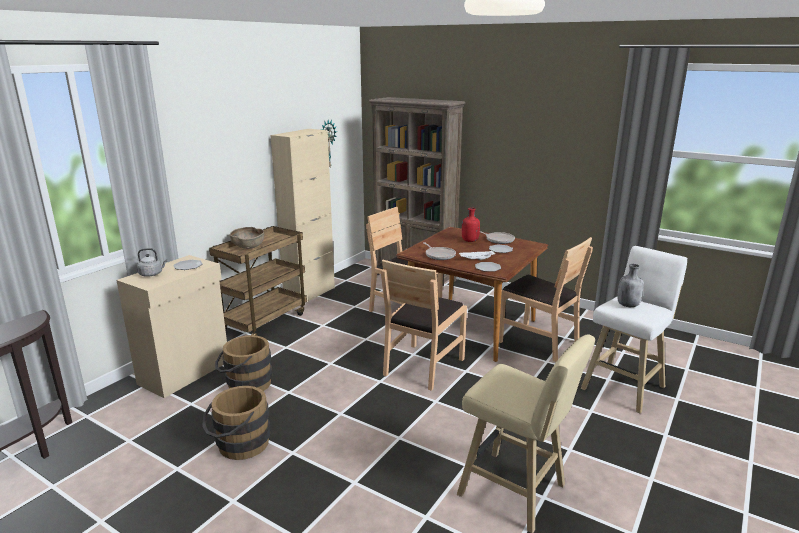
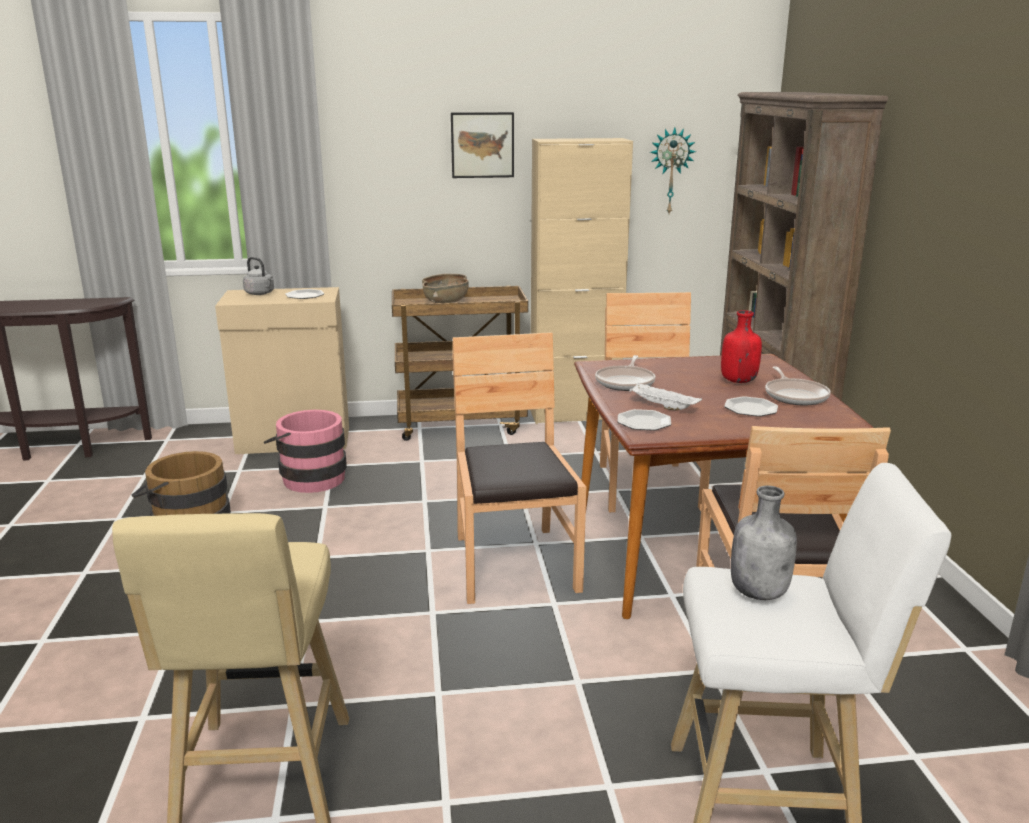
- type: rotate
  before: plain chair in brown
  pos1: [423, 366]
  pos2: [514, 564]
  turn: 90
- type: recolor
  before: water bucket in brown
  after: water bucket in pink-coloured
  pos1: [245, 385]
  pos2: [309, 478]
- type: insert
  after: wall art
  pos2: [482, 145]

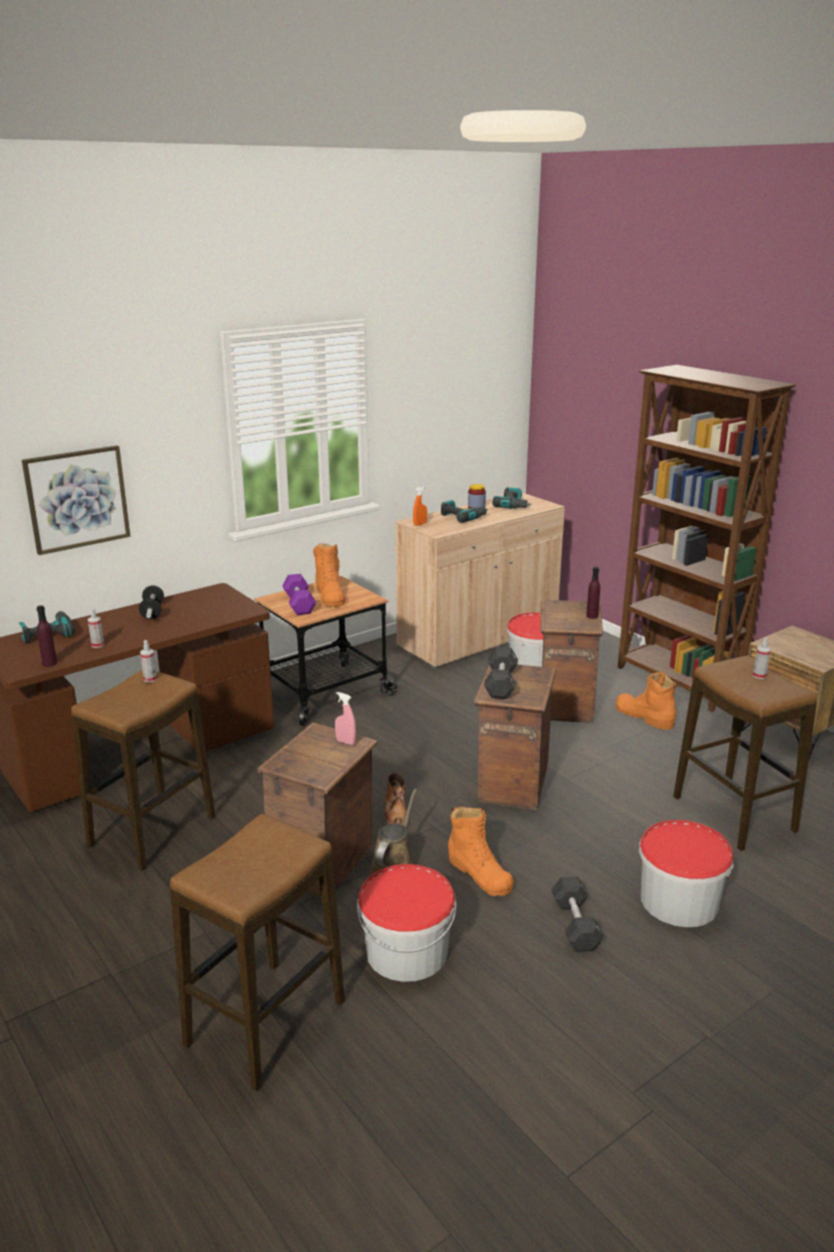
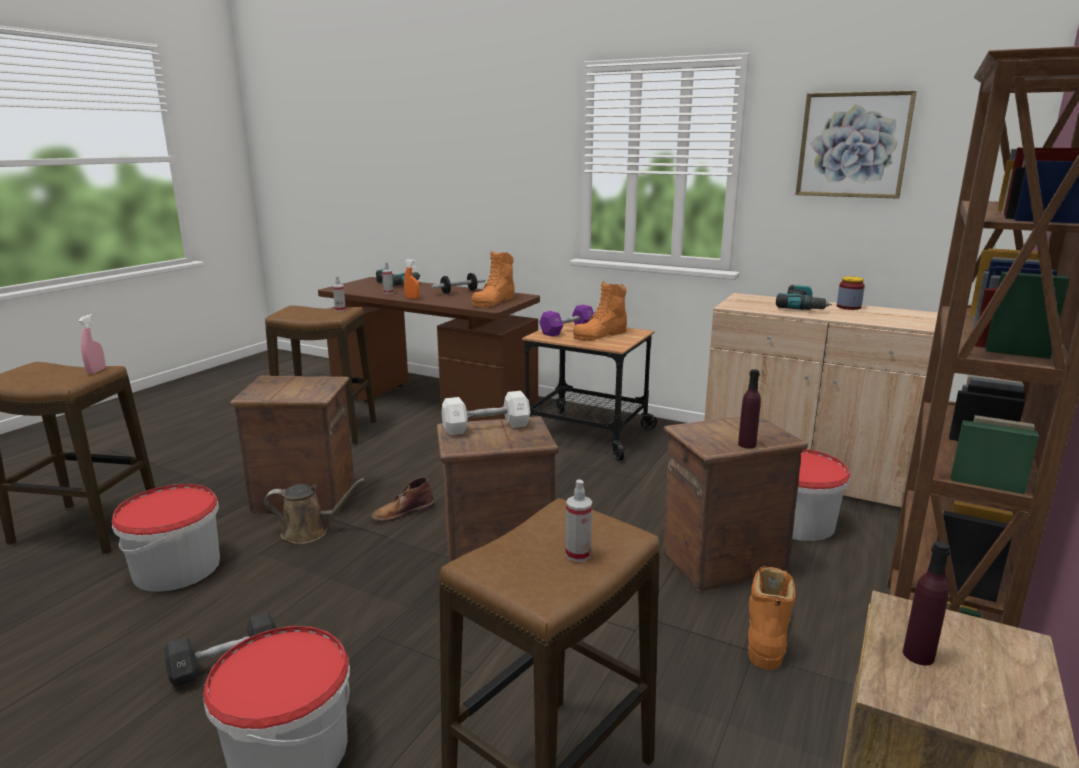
- type: move
  before: wall art
  pos1: [77, 499]
  pos2: [853, 145]
- type: move
  before: hand sprayer in orangey
  pos1: [420, 524]
  pos2: [412, 298]
- type: delete
  before: drill
  pos1: [513, 505]
- type: move
  before: drink bottle in purplish
  pos1: [49, 663]
  pos2: [918, 655]
- type: recolor
  before: free weight in black-coloured
  after: free weight in whitish
  pos1: [501, 683]
  pos2: [486, 427]
- type: move
  before: hand sprayer in pink-coloured
  pos1: [345, 742]
  pos2: [96, 371]
- type: move
  before: tall boot in orangey
  pos1: [479, 874]
  pos2: [494, 301]

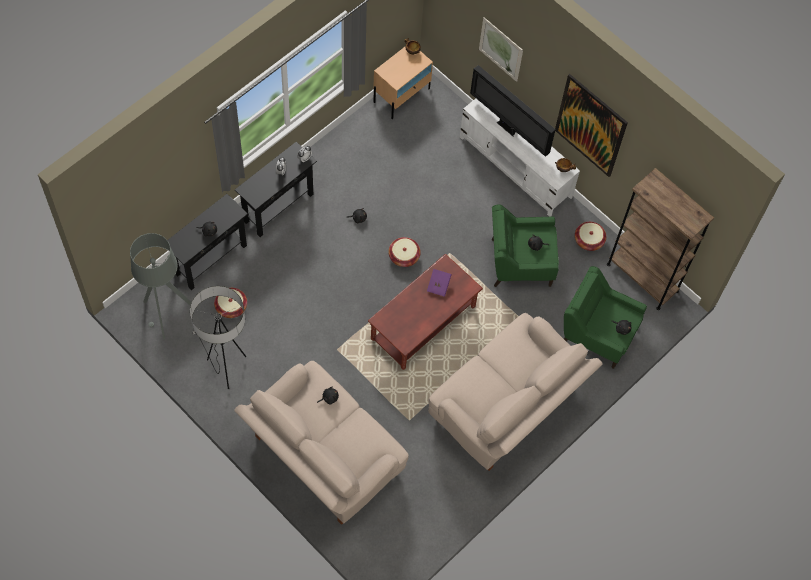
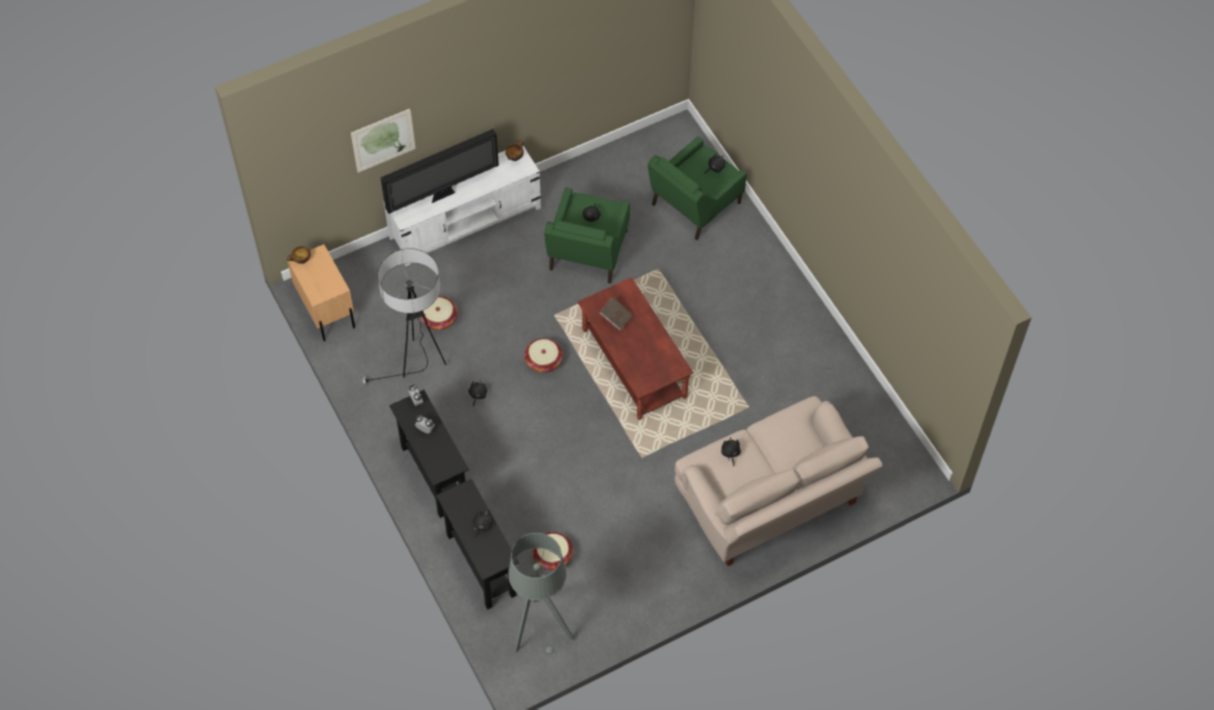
- type: delete
  before: wall art
  pos1: [590, 125]
- type: delete
  before: bookcase in brown
  pos1: [642, 277]
- type: move
  before: household basket
  pos1: [589, 240]
  pos2: [439, 319]
- type: recolor
  before: bound book in purplish
  after: bound book in brown
  pos1: [438, 285]
  pos2: [616, 317]
- type: move
  before: standard lamp
  pos1: [225, 367]
  pos2: [418, 363]
- type: delete
  before: couch in beige
  pos1: [507, 407]

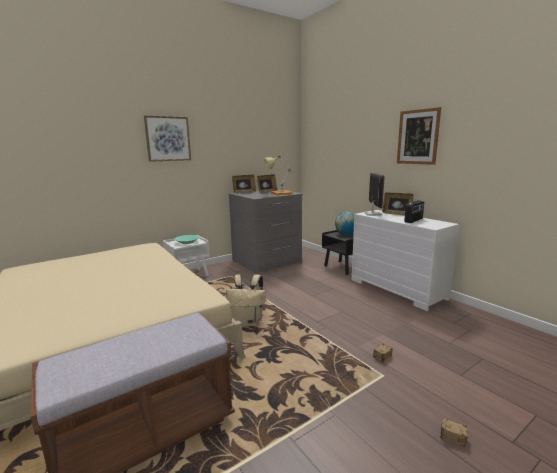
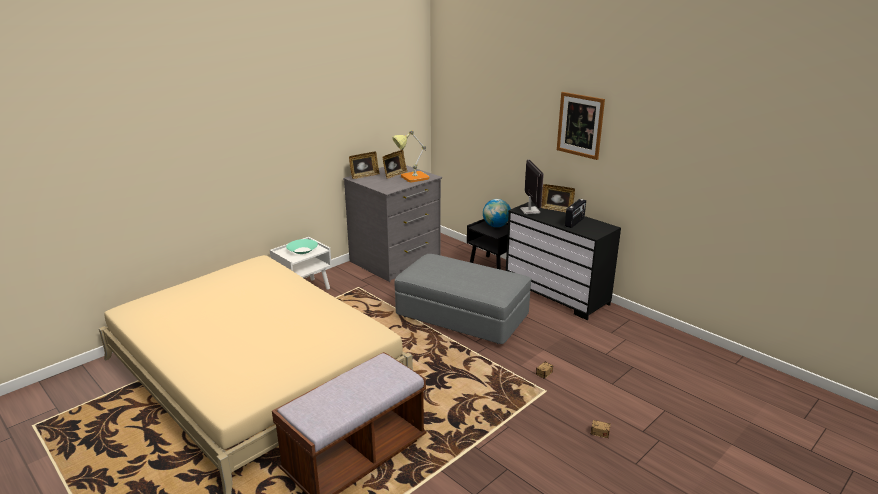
- type: delete
  before: wall art
  pos1: [168, 139]
- type: recolor
  before: chest of drawers in whitish
  after: chest of drawers in black-coloured
  pos1: [397, 289]
  pos2: [556, 294]
- type: delete
  before: knapsack in beige
  pos1: [248, 322]
- type: insert
  after: pouffe in grey
  pos2: [462, 317]

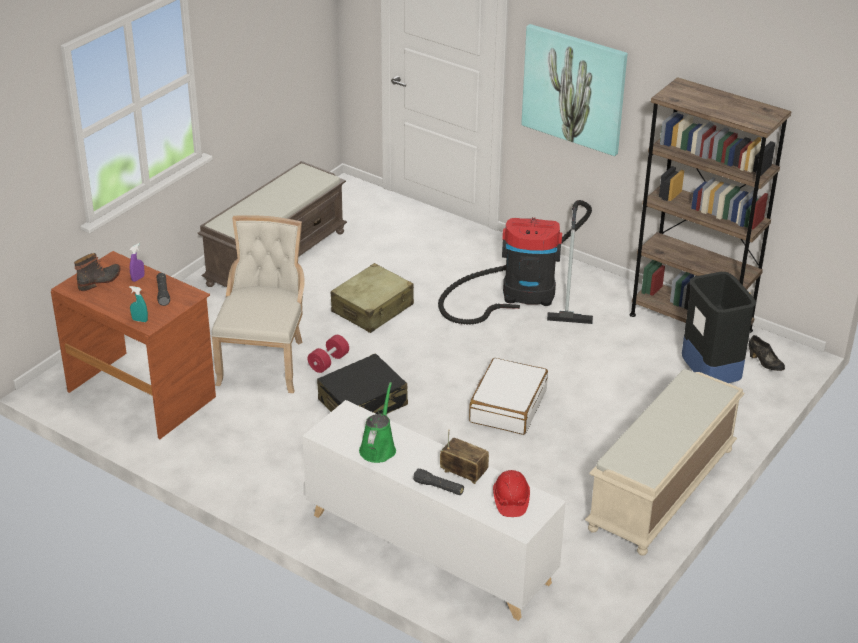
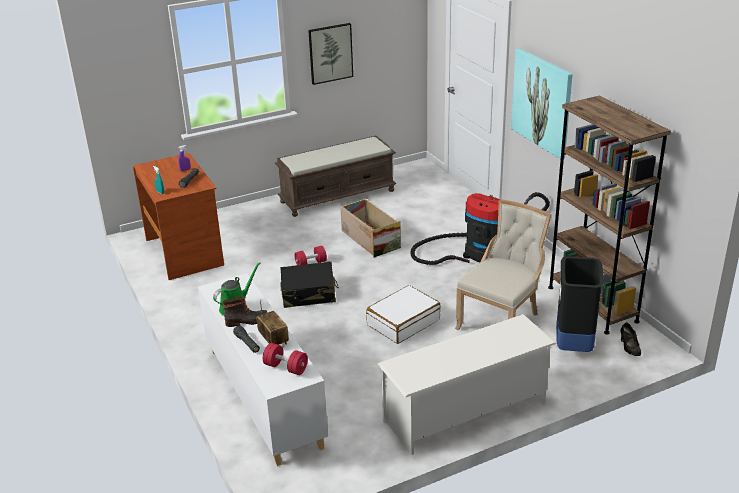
- type: move
  before: plain chair in beige
  pos1: [265, 361]
  pos2: [501, 321]
- type: move
  before: tall boot
  pos1: [100, 280]
  pos2: [246, 321]
- type: replace
  before: suitcase in beige
  after: crate
  pos1: [373, 308]
  pos2: [369, 239]
- type: replace
  before: indoor bench in beige
  after: shoe stand in whitish
  pos1: [662, 490]
  pos2: [465, 412]
- type: replace
  before: safety helmet in reddish
  after: free weight in reddish
  pos1: [510, 501]
  pos2: [286, 367]
- type: insert
  after: wall art
  pos2: [330, 53]

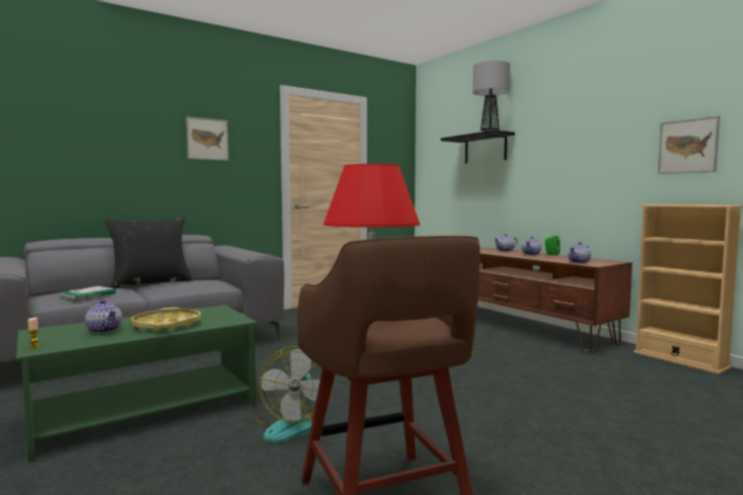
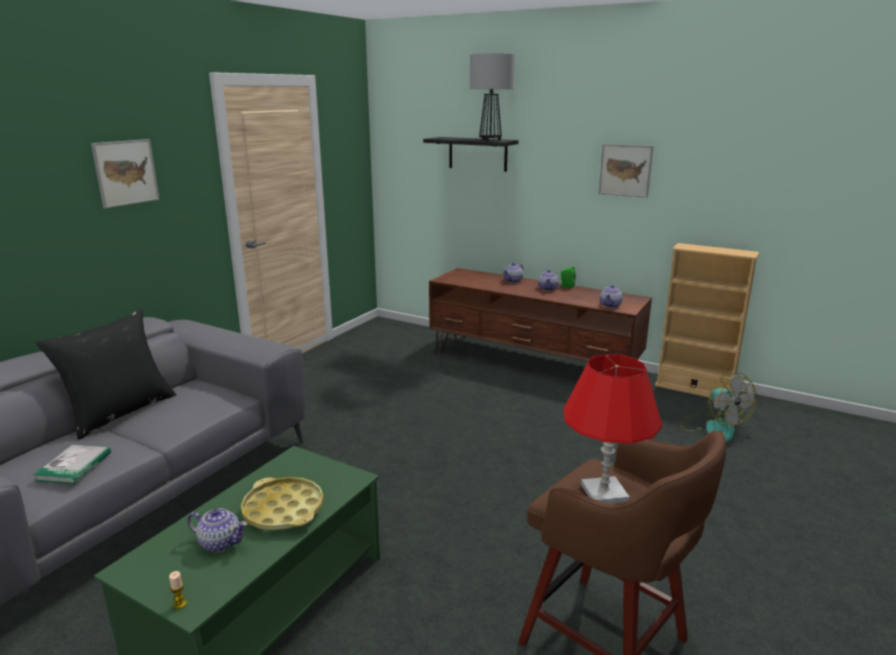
- type: move
  before: wall art
  pos1: [687, 146]
  pos2: [625, 170]
- type: move
  before: electric fan
  pos1: [292, 425]
  pos2: [713, 427]

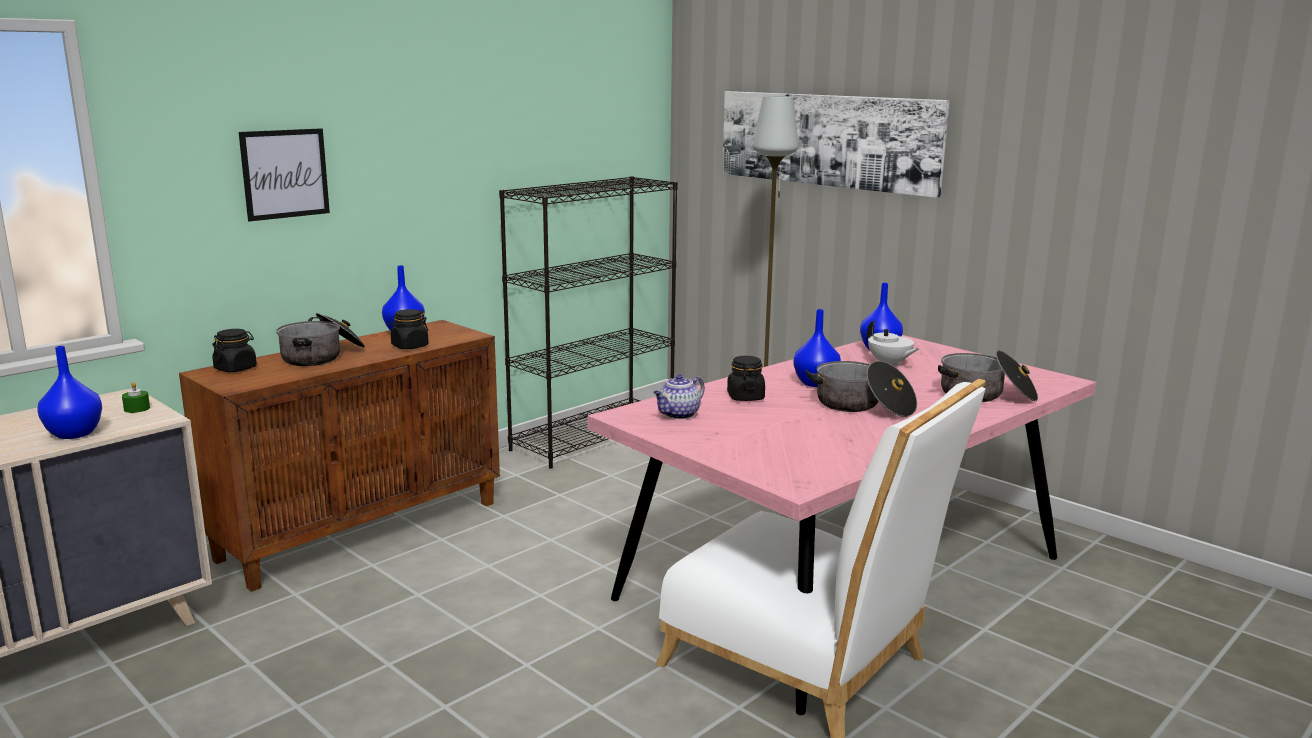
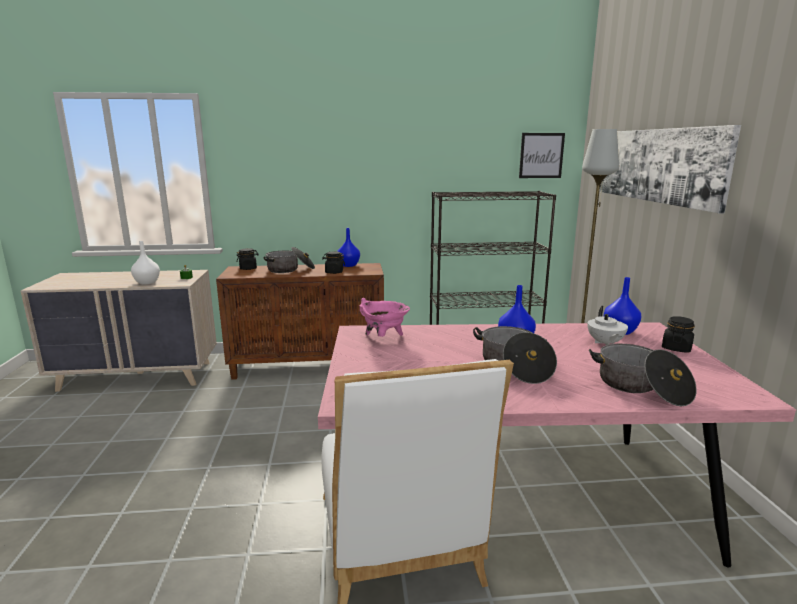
- type: move
  before: wall art
  pos1: [285, 174]
  pos2: [541, 155]
- type: recolor
  before: decorative vase in blue
  after: decorative vase in whitish
  pos1: [74, 433]
  pos2: [147, 282]
- type: move
  before: storage jar in black-coloured
  pos1: [745, 397]
  pos2: [676, 348]
- type: replace
  before: pot for tea
  after: cooking pot in pink-coloured
  pos1: [678, 415]
  pos2: [384, 338]

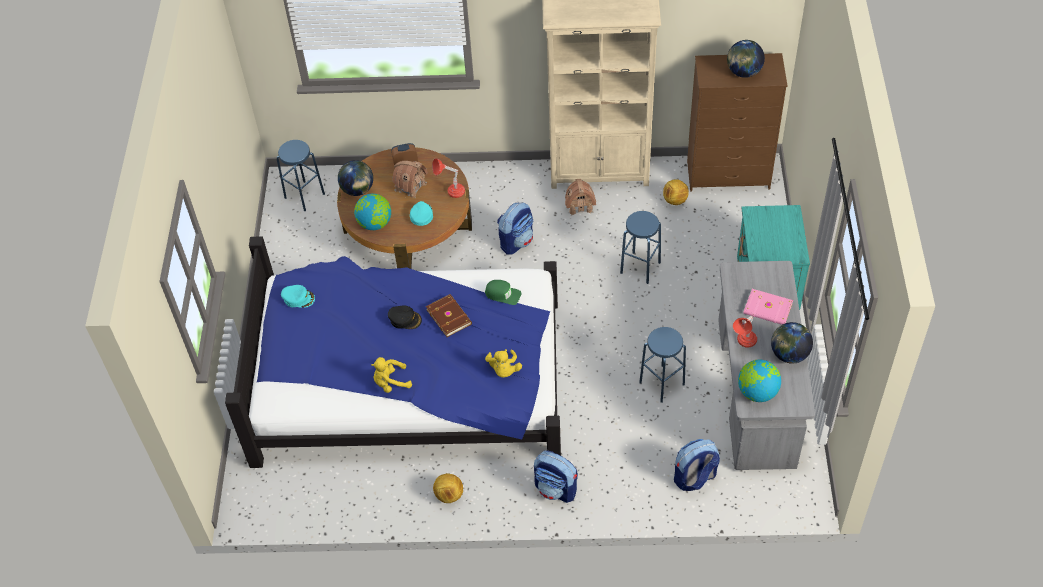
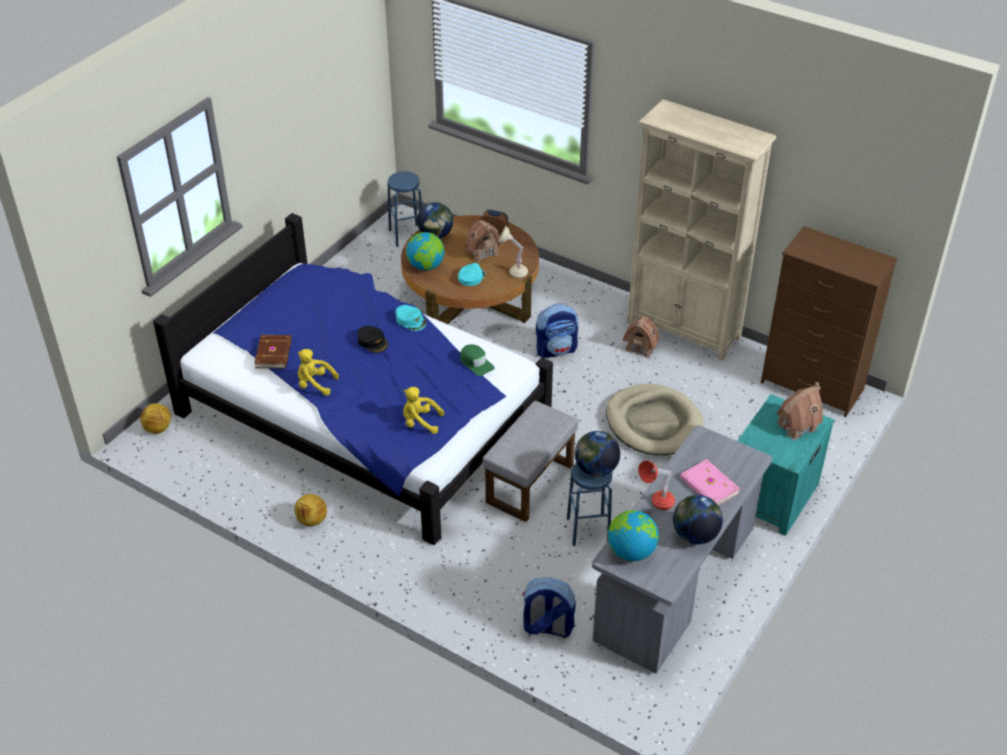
- type: move
  before: desk globe
  pos1: [743, 72]
  pos2: [596, 469]
- type: recolor
  before: tabletop lamp in reddish
  after: tabletop lamp in beige
  pos1: [451, 192]
  pos2: [513, 271]
- type: move
  before: football ball
  pos1: [675, 200]
  pos2: [158, 428]
- type: replace
  before: stool in blue
  after: dog bed in beige
  pos1: [640, 267]
  pos2: [654, 423]
- type: move
  before: baseball cap in turquoise
  pos1: [298, 298]
  pos2: [411, 320]
- type: move
  before: bound book in brown
  pos1: [449, 316]
  pos2: [274, 353]
- type: rotate
  before: plush toy in yellowish
  pos1: [504, 370]
  pos2: [420, 422]
  turn: 75
- type: delete
  before: knapsack
  pos1: [556, 489]
- type: insert
  after: model house
  pos2: [796, 426]
- type: insert
  after: pouffe in grey
  pos2: [530, 482]

